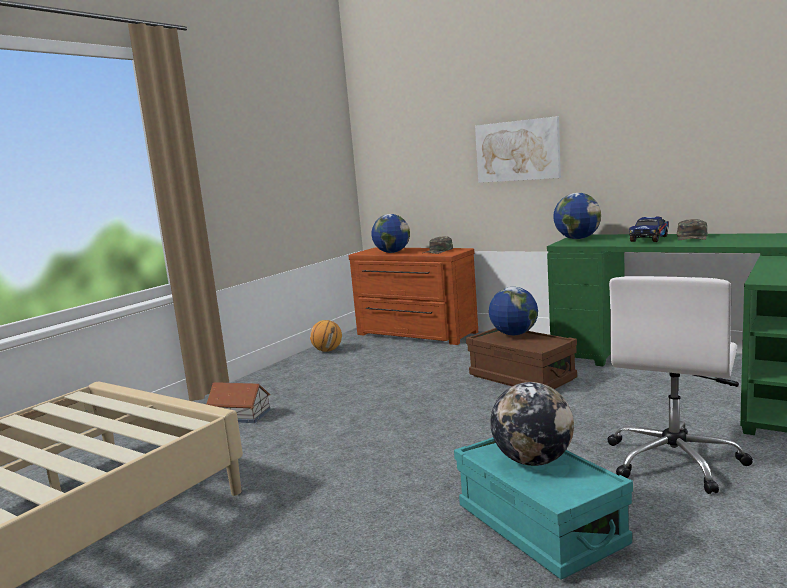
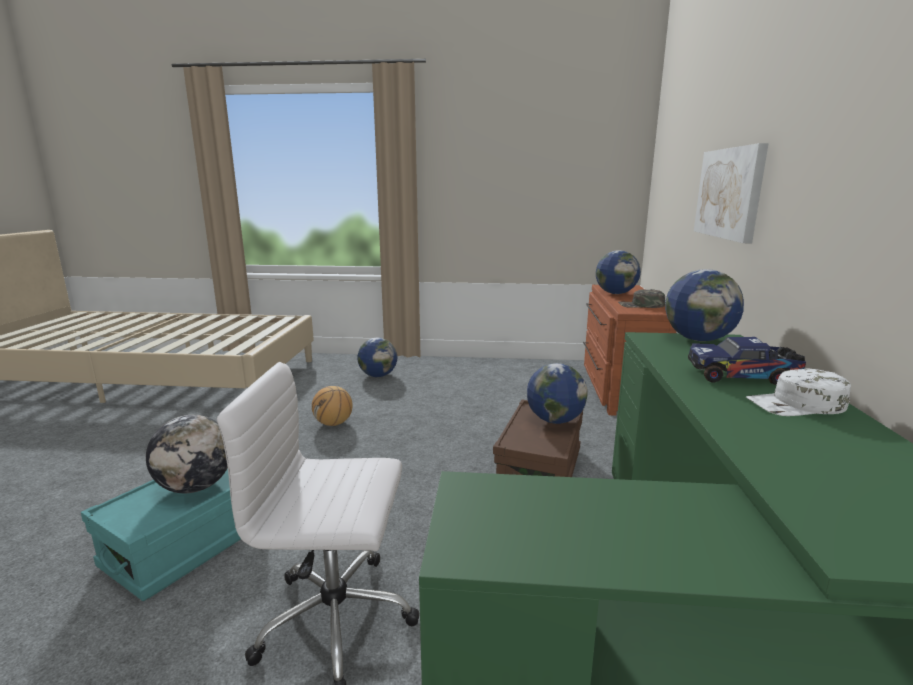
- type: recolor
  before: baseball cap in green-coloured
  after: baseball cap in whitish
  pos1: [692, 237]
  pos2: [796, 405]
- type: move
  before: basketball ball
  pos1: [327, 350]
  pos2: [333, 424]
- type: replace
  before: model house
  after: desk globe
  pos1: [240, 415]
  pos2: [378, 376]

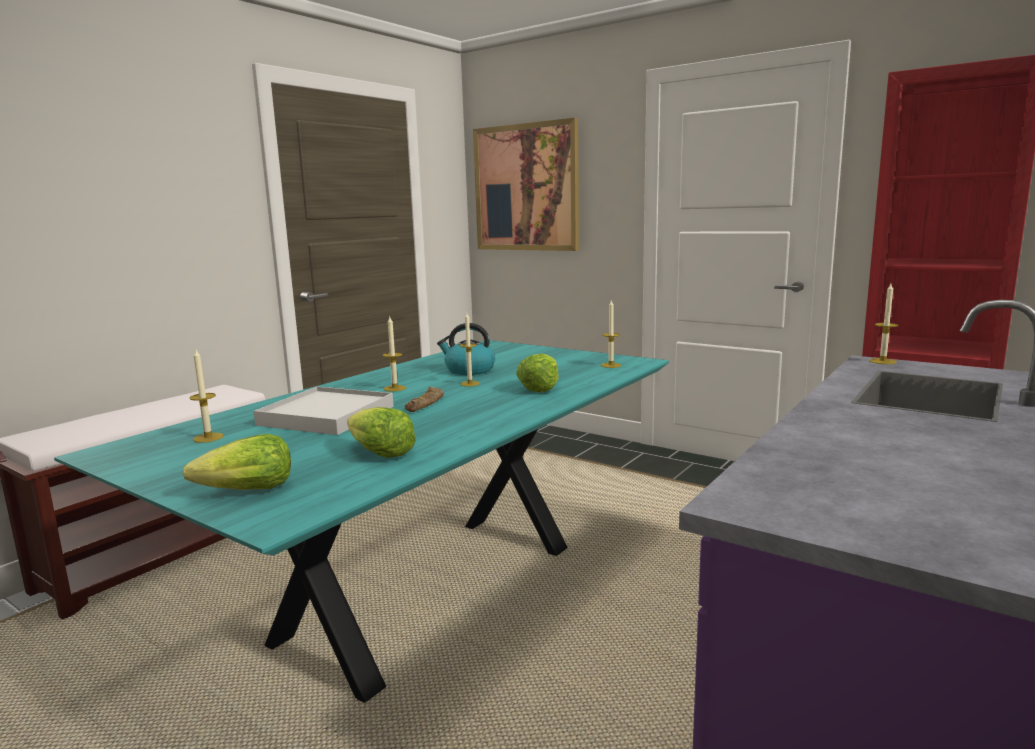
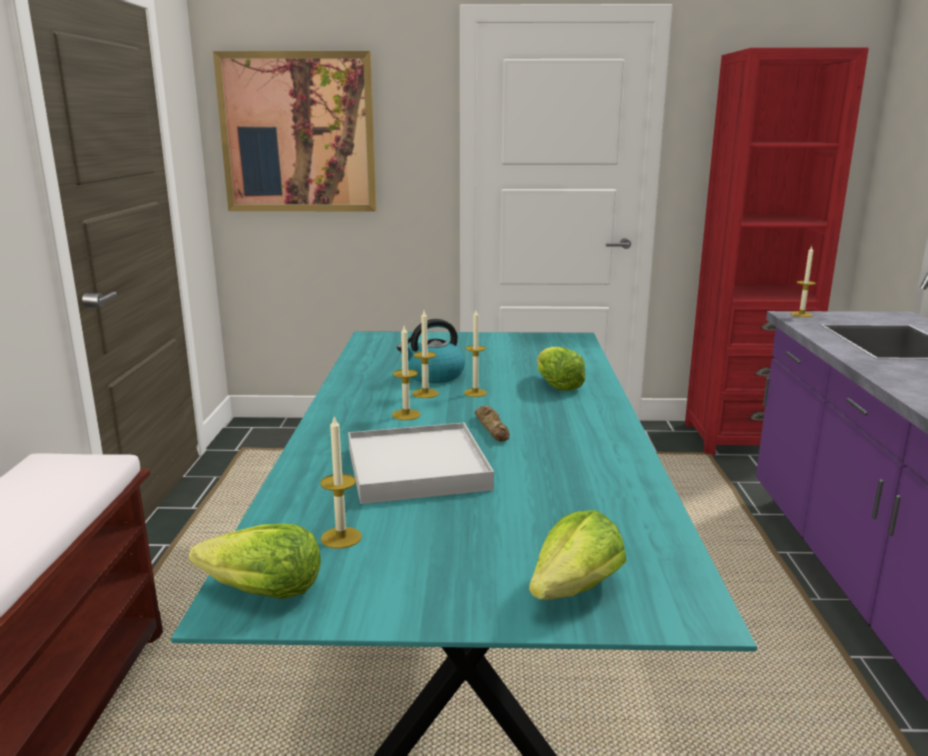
- type: move
  before: candle
  pos1: [611, 365]
  pos2: [425, 393]
- type: move
  before: head of lettuce
  pos1: [379, 453]
  pos2: [262, 592]

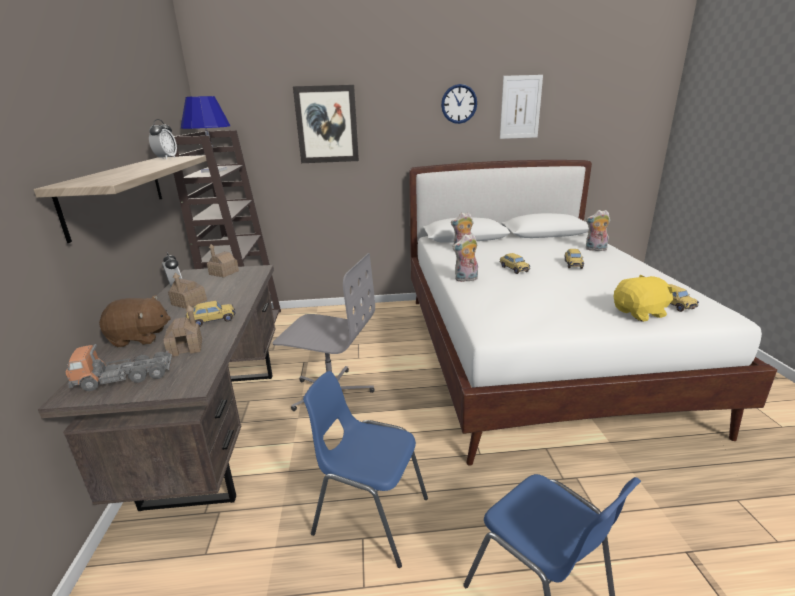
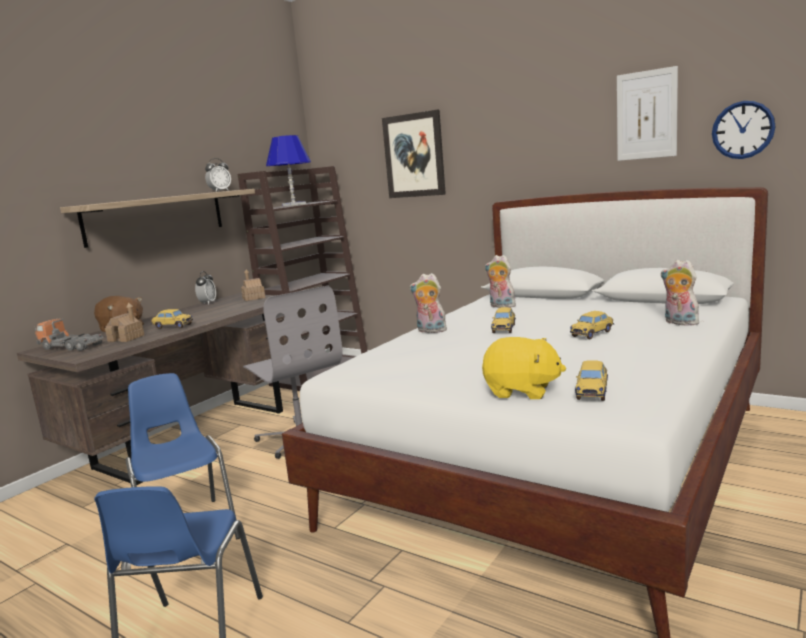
- type: move
  before: hanging clock
  pos1: [459, 104]
  pos2: [743, 130]
- type: delete
  before: model house
  pos1: [189, 302]

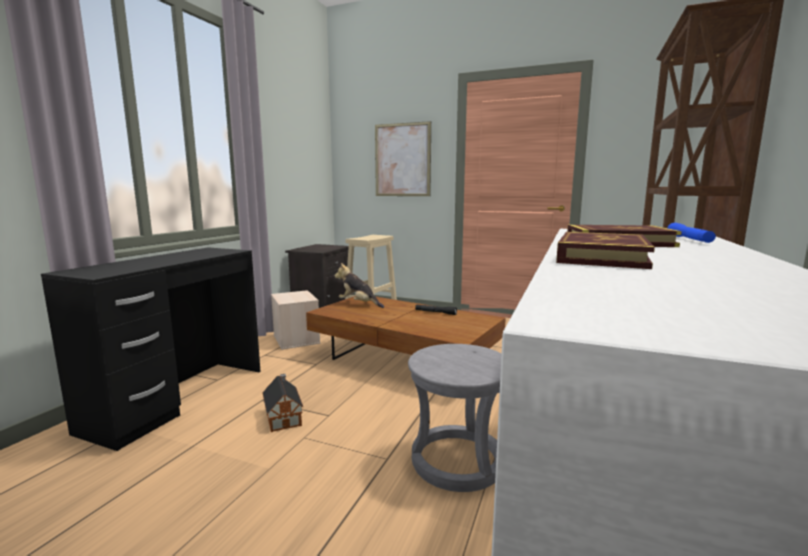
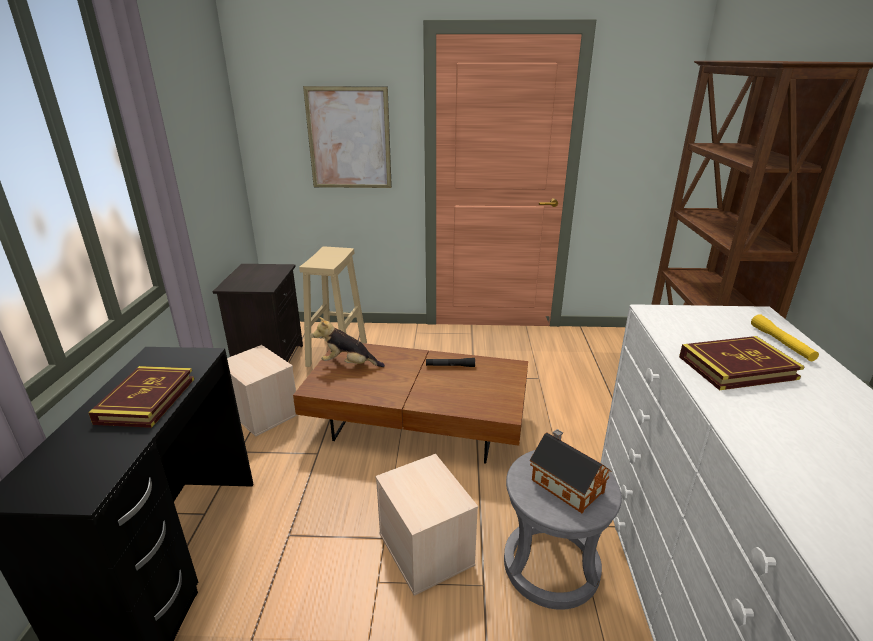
- type: recolor
  before: hand torch in blue
  after: hand torch in yellowish
  pos1: [689, 239]
  pos2: [781, 343]
- type: move
  before: bound book
  pos1: [601, 257]
  pos2: [146, 400]
- type: move
  before: model house
  pos1: [283, 416]
  pos2: [565, 484]
- type: insert
  after: storage box in beige
  pos2: [427, 549]

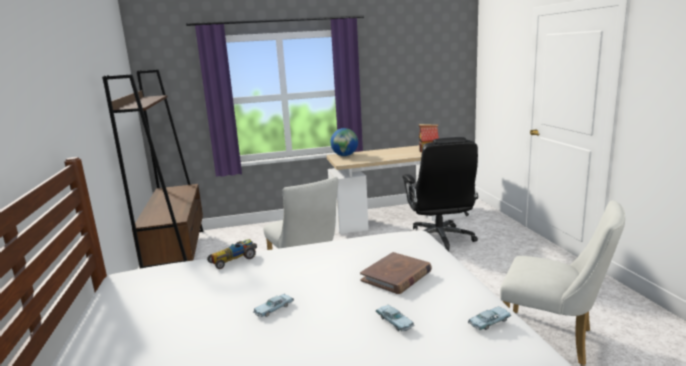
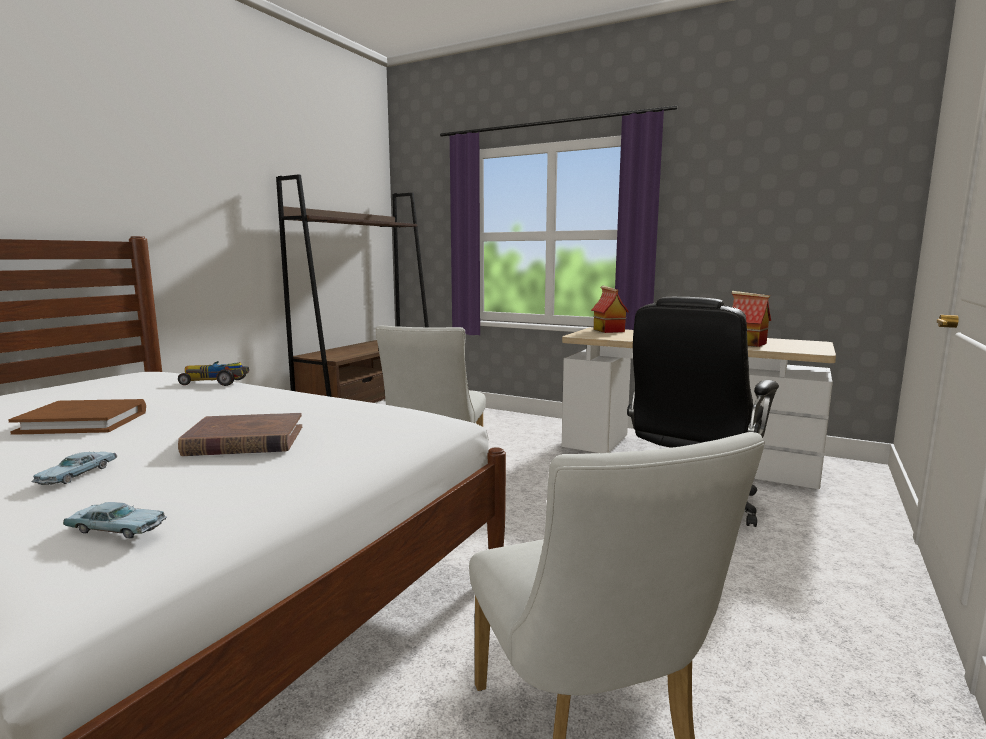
- type: replace
  before: desk globe
  after: model house
  pos1: [345, 155]
  pos2: [608, 330]
- type: replace
  before: model car in blue
  after: bound book in brown
  pos1: [274, 309]
  pos2: [84, 422]

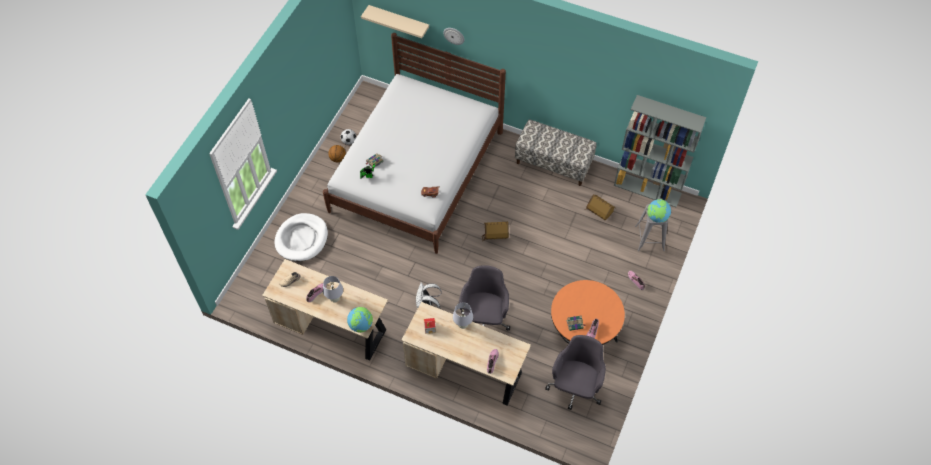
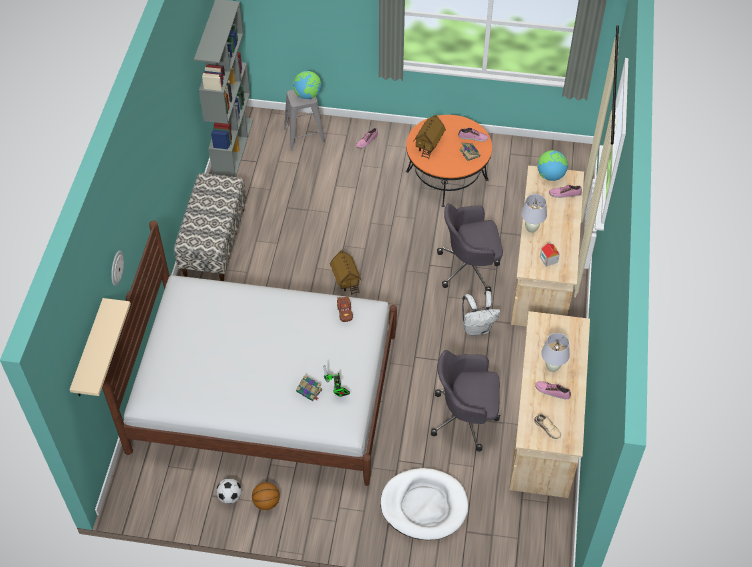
- type: move
  before: model house
  pos1: [599, 213]
  pos2: [428, 145]
- type: move
  before: desk globe
  pos1: [361, 325]
  pos2: [550, 175]
- type: move
  before: desk chair in grey
  pos1: [575, 387]
  pos2: [466, 417]

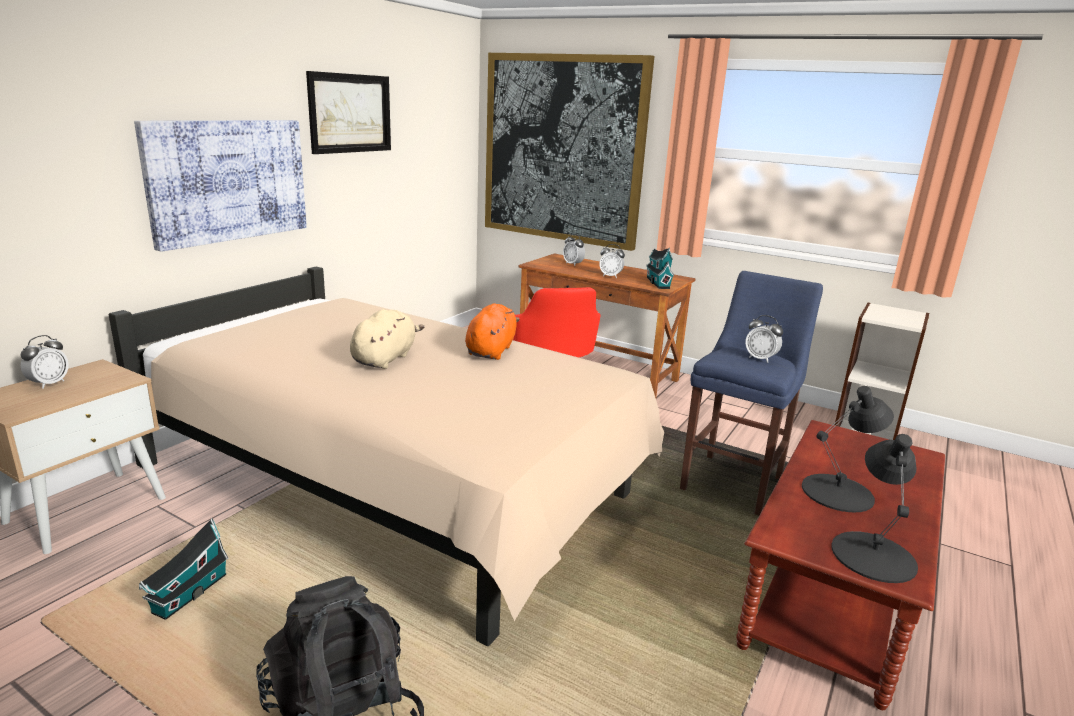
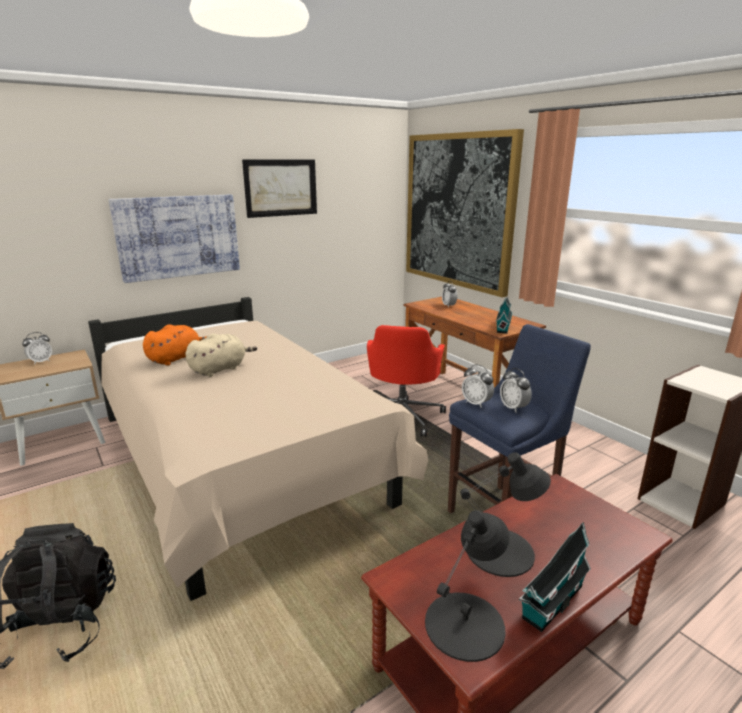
- type: move
  before: bedside clock
  pos1: [610, 276]
  pos2: [476, 403]
- type: move
  before: plush toy in orangey
  pos1: [491, 350]
  pos2: [176, 358]
- type: move
  before: model house
  pos1: [188, 596]
  pos2: [551, 603]

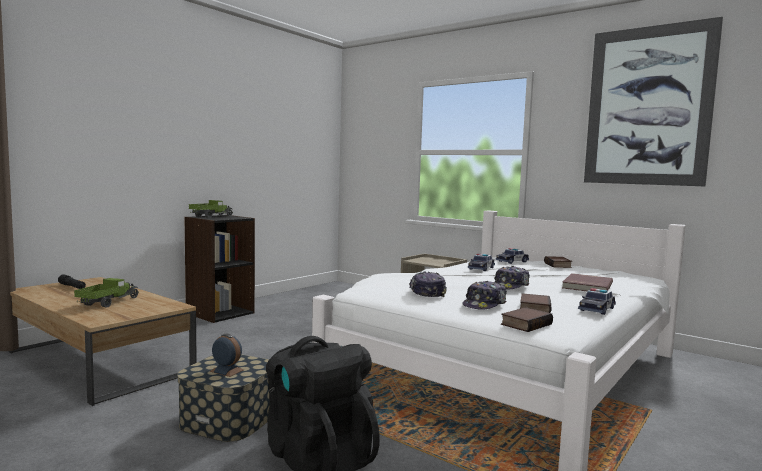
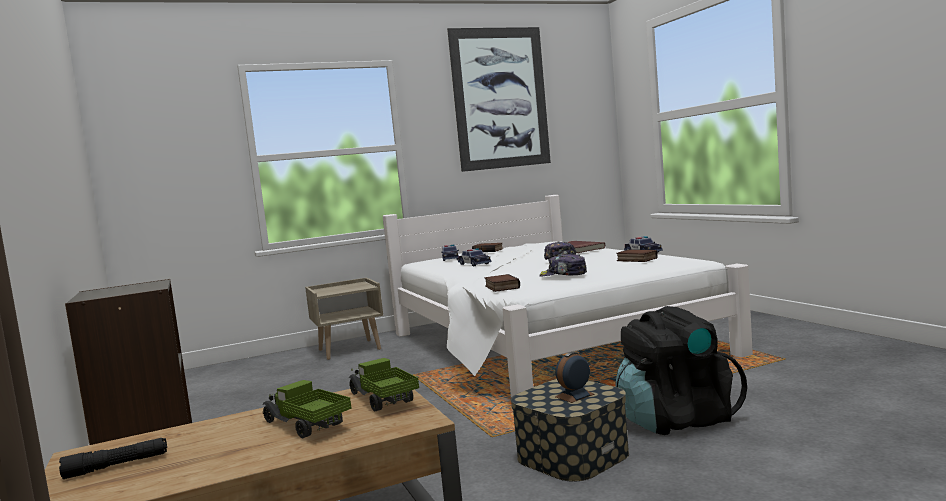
- type: move
  before: toy truck
  pos1: [211, 216]
  pos2: [382, 400]
- type: delete
  before: baseball cap
  pos1: [484, 305]
- type: move
  before: bound book
  pos1: [525, 324]
  pos2: [500, 287]

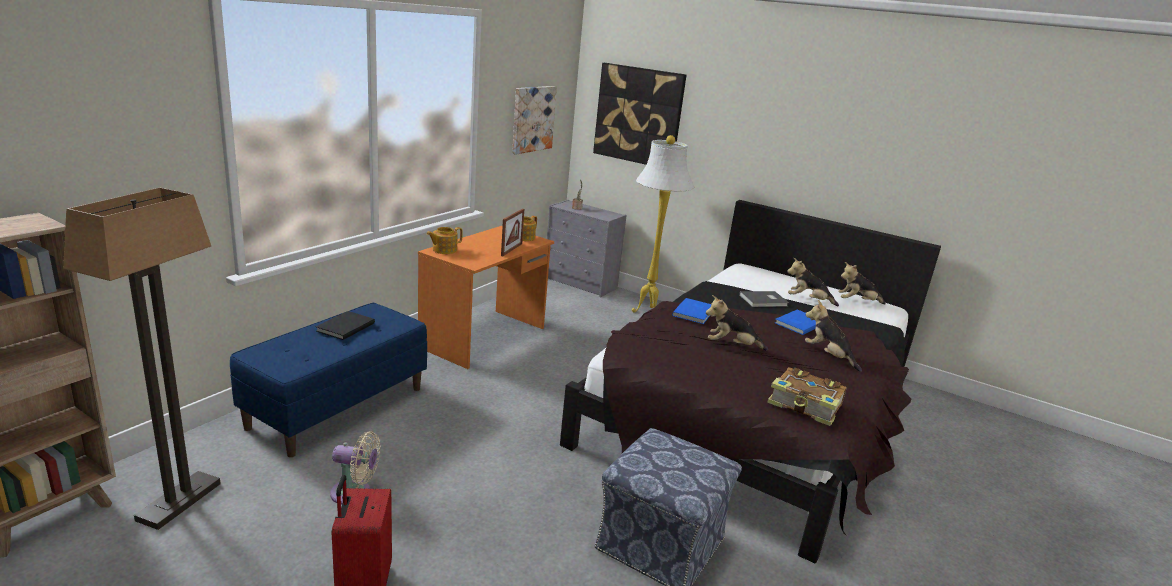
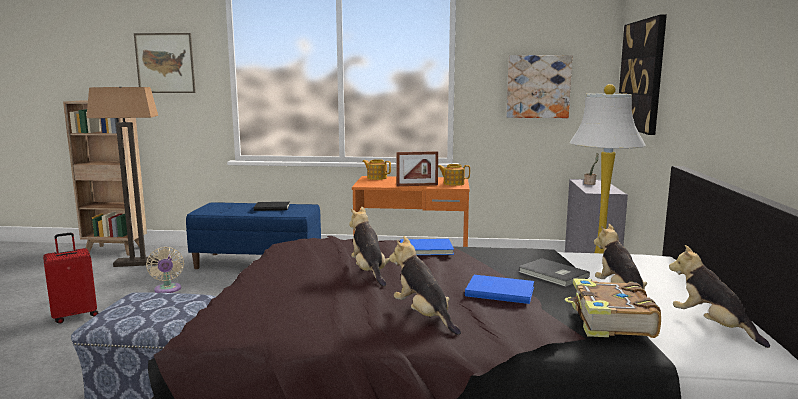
- type: rotate
  before: plush toy
  pos1: [828, 356]
  pos2: [423, 316]
  turn: -60
- type: move
  before: bound book
  pos1: [806, 405]
  pos2: [610, 322]
- type: insert
  after: wall art
  pos2: [165, 63]

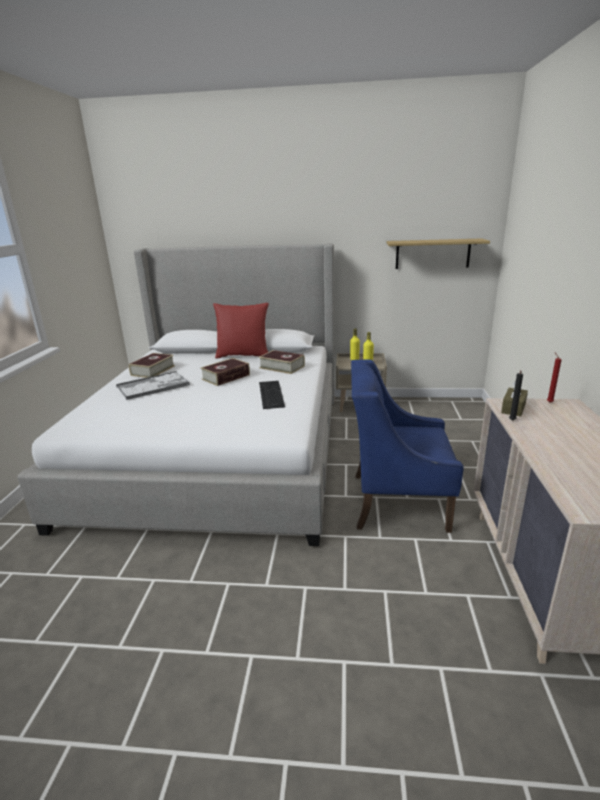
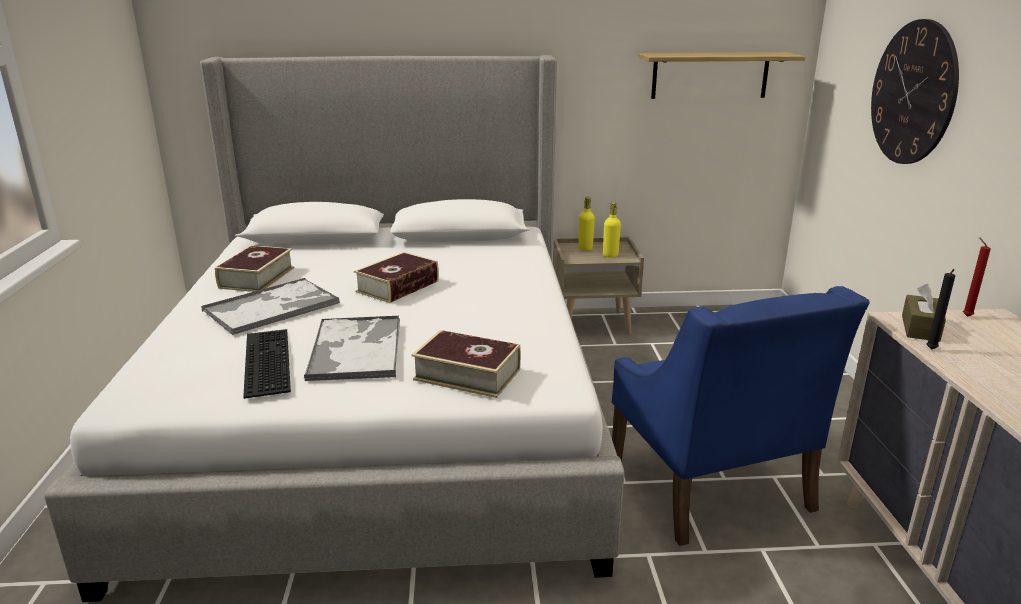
- type: delete
  before: throw pillow in reddish
  pos1: [243, 355]
- type: move
  before: bound book
  pos1: [282, 367]
  pos2: [467, 374]
- type: rotate
  before: lounge chair in blue
  pos1: [397, 501]
  pos2: [710, 485]
  turn: -105
- type: move
  before: PC keyboard
  pos1: [270, 394]
  pos2: [264, 361]
- type: insert
  after: hanging clock
  pos2: [913, 93]
- type: insert
  after: tray
  pos2: [356, 348]

